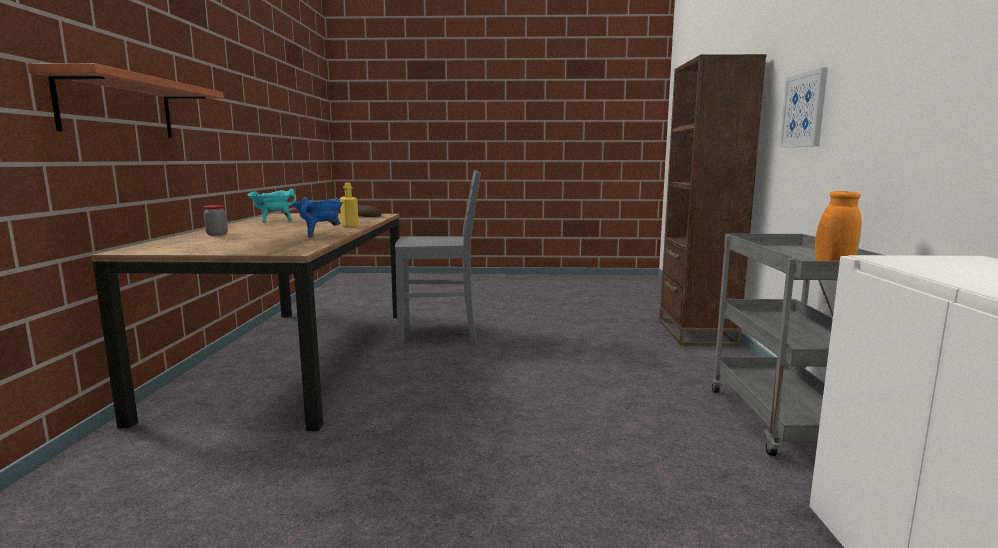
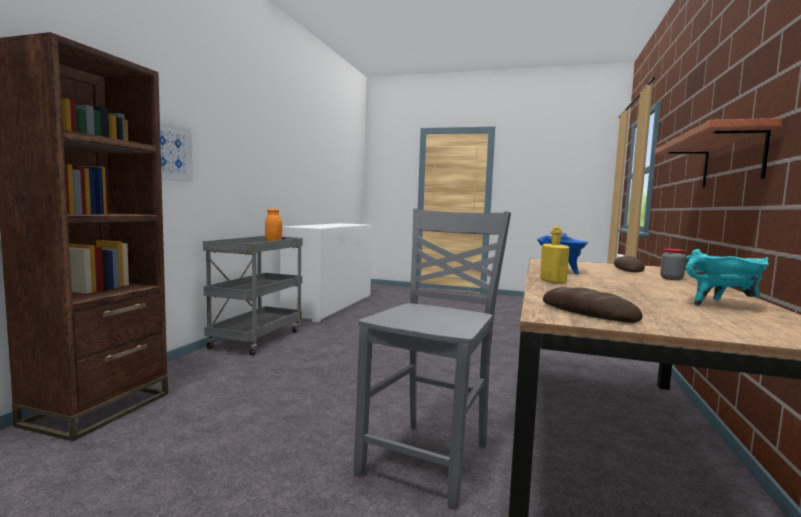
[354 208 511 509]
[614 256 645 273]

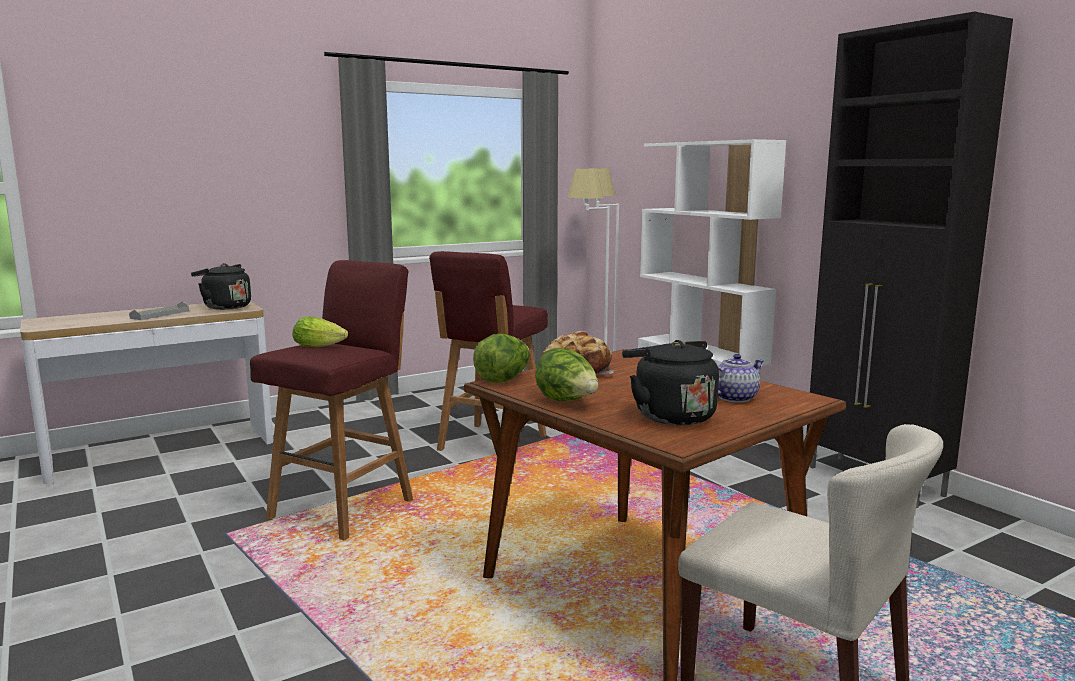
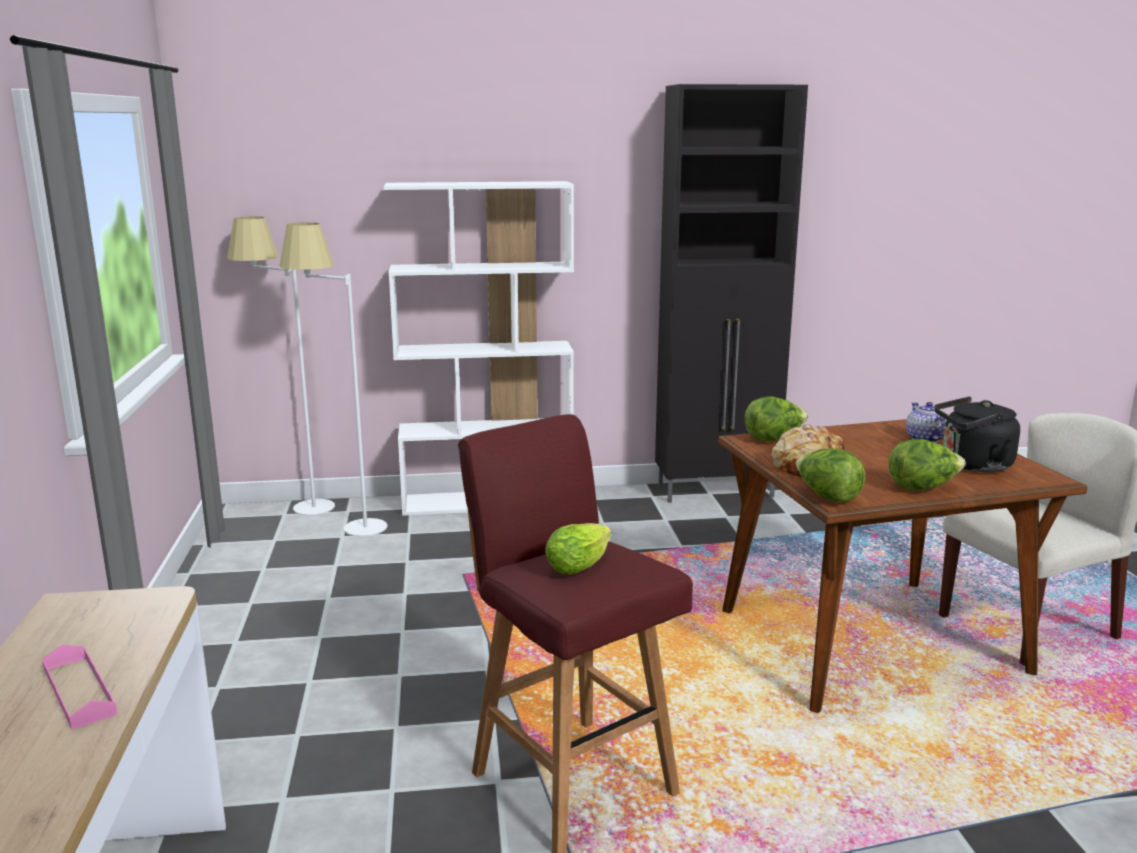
[42 645 118 730]
[745 396 808 442]
[191 263 251 310] (first image)
[429 251 548 451] (first image)

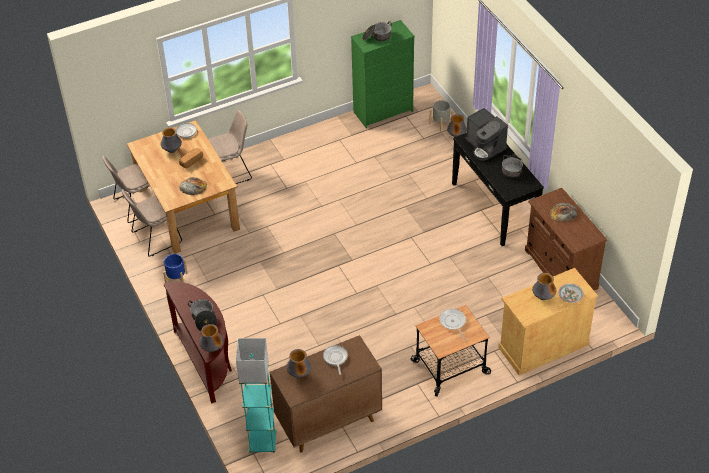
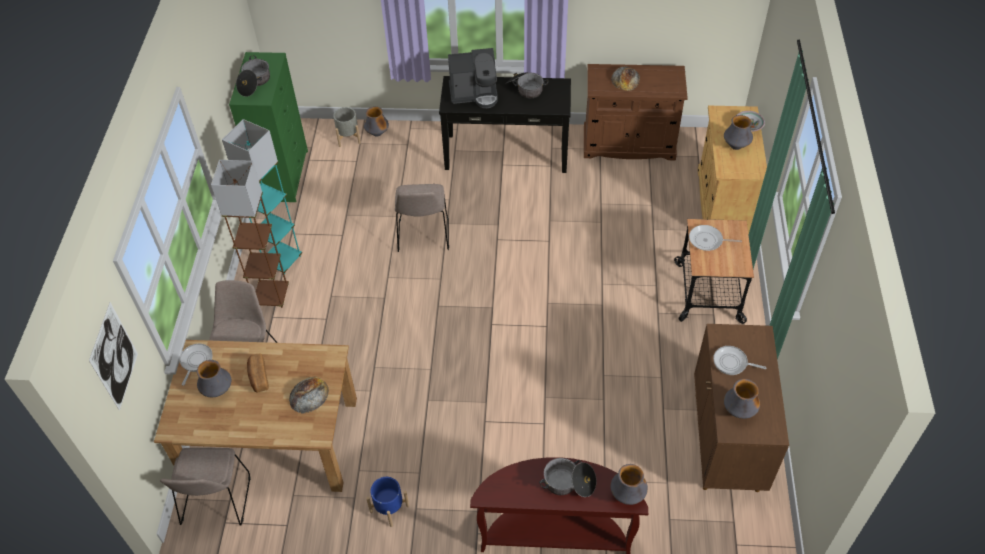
[89 302 138 411]
[211 160 289 308]
[222 119 302 274]
[395 184 449 252]

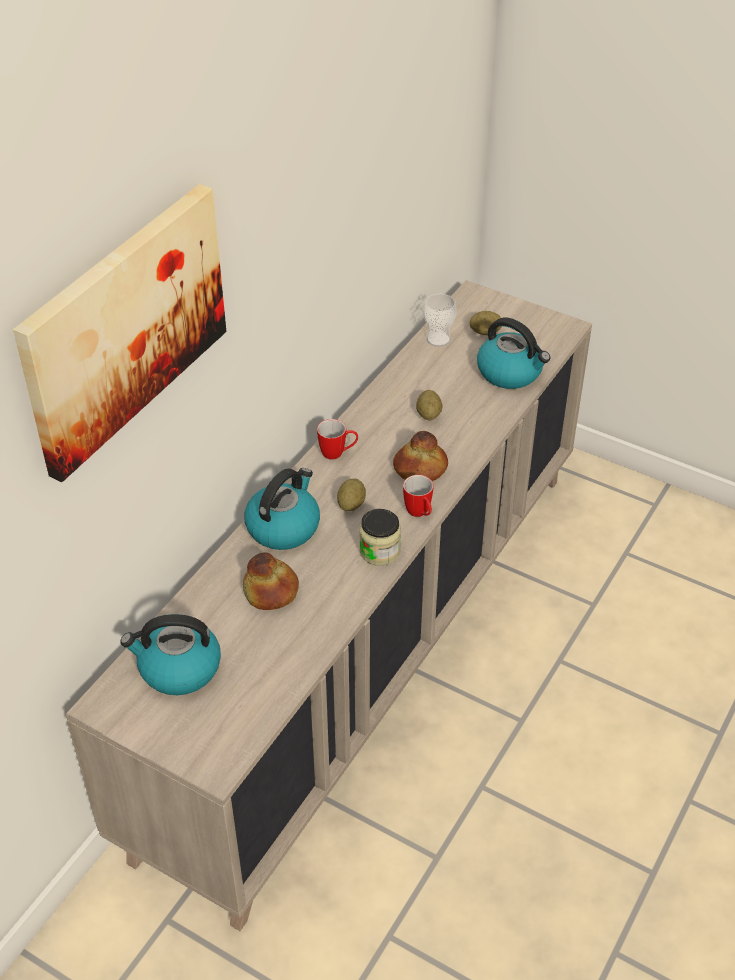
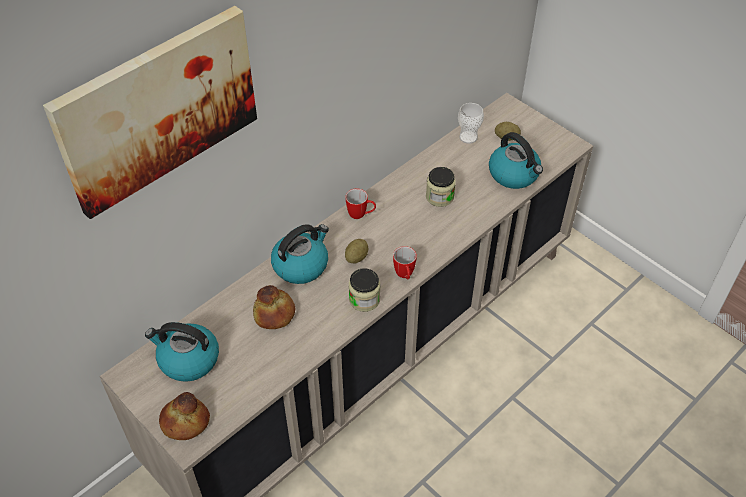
[159 392 210 440]
[426 167 456 207]

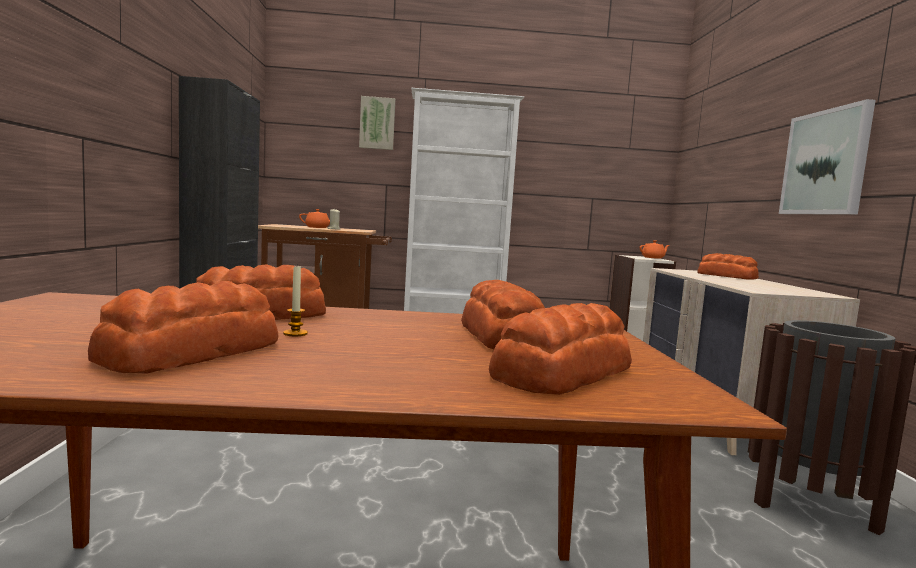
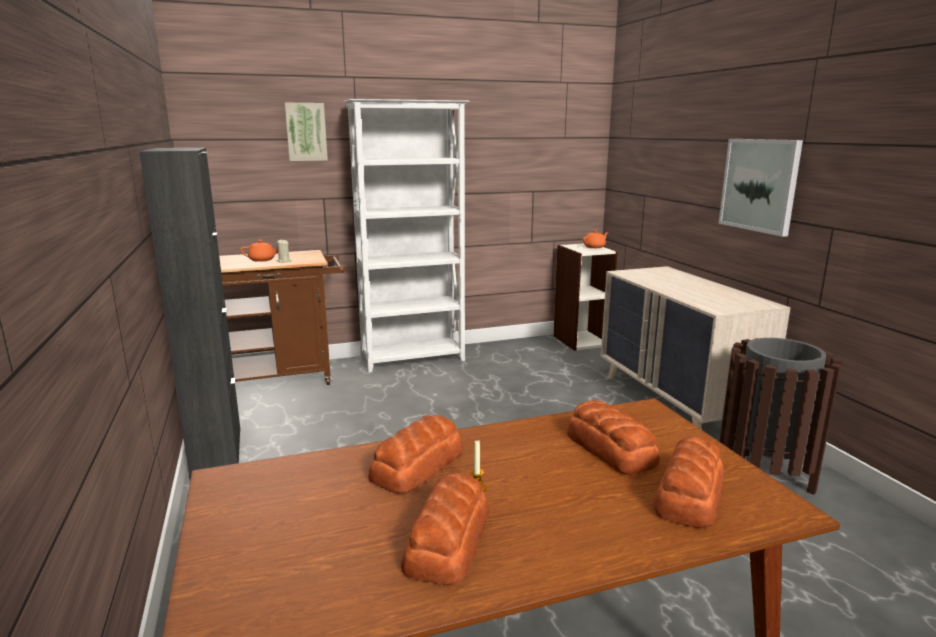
[697 253 759 280] (first image)

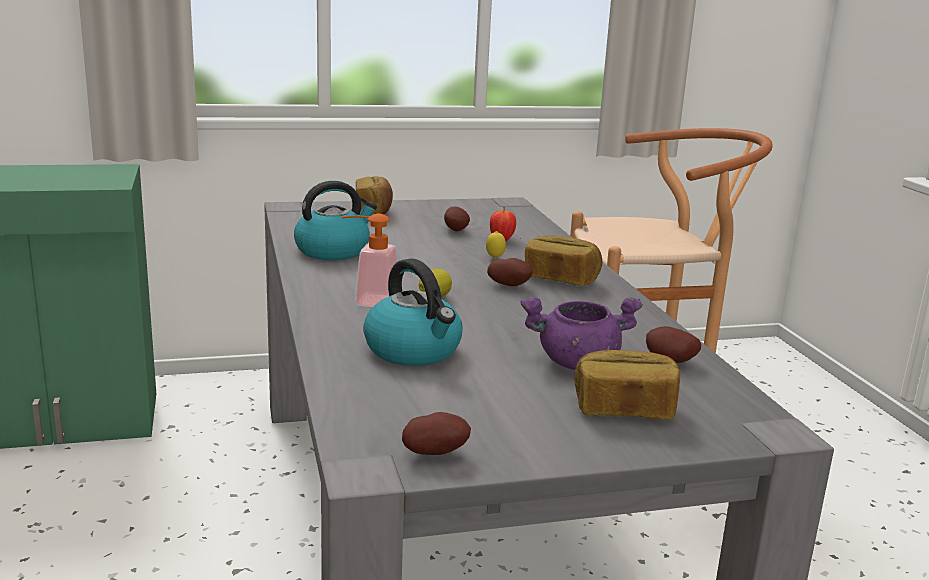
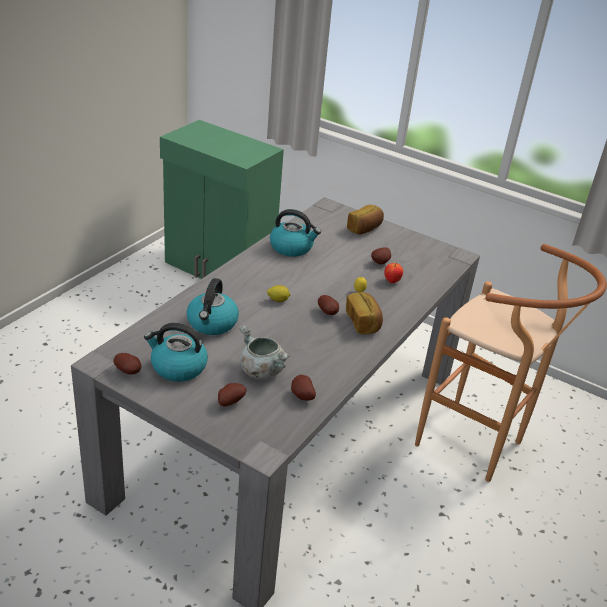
[144 323 208 382]
[218 383 246 406]
[240 326 290 379]
[342 213 398 307] (first image)

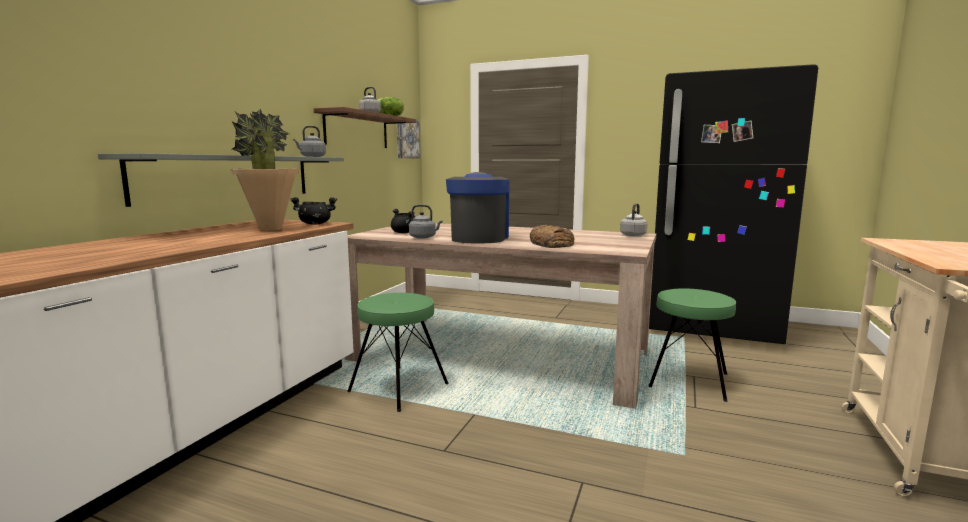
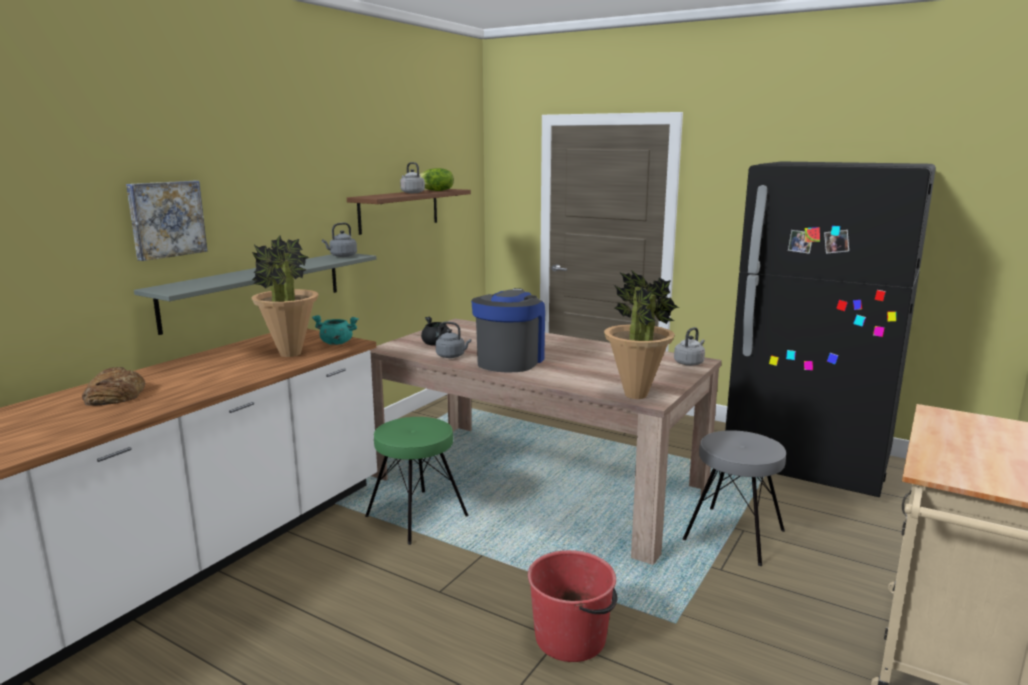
[82 367 145 406]
[126 181 208 261]
[312 315 358 345]
[528 550 617 662]
[604 270 680 399]
[683 430 786 566]

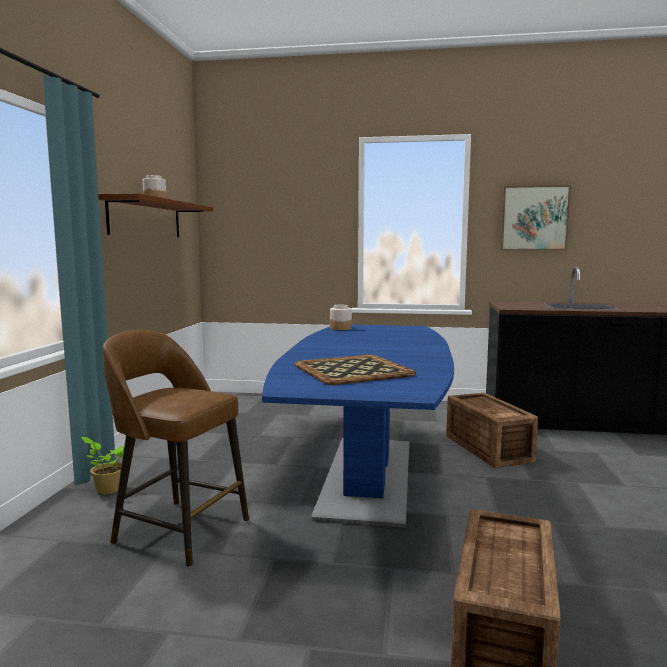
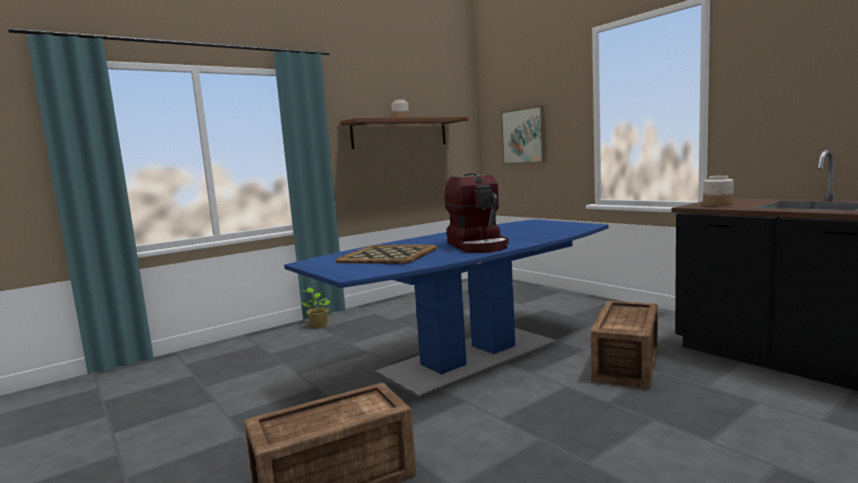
[444 174 509 253]
[501 105 546 164]
[703 175 734 206]
[102 330 249 567] (first image)

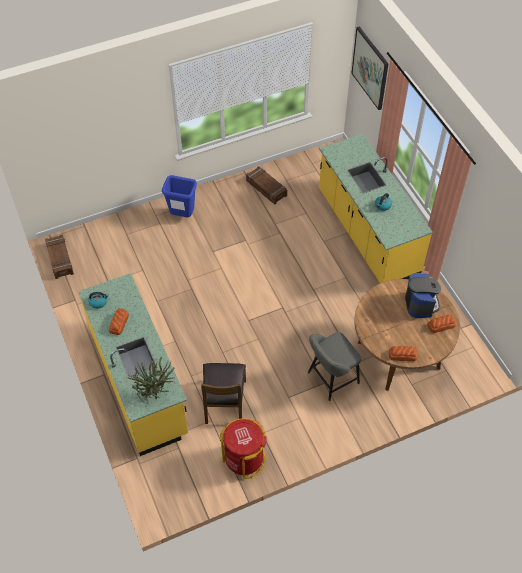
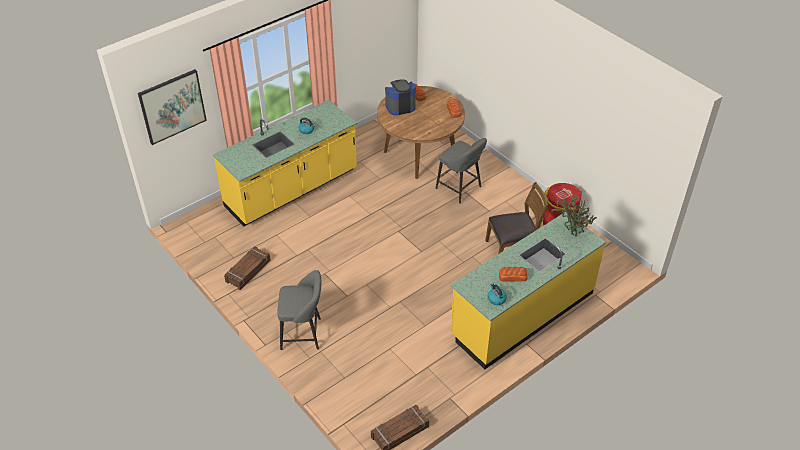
[277 270 321 350]

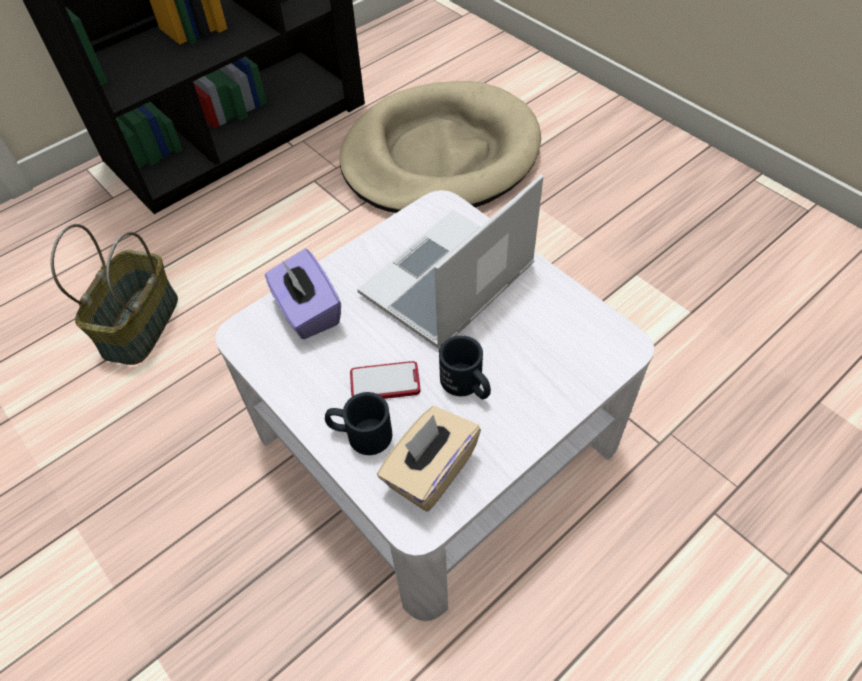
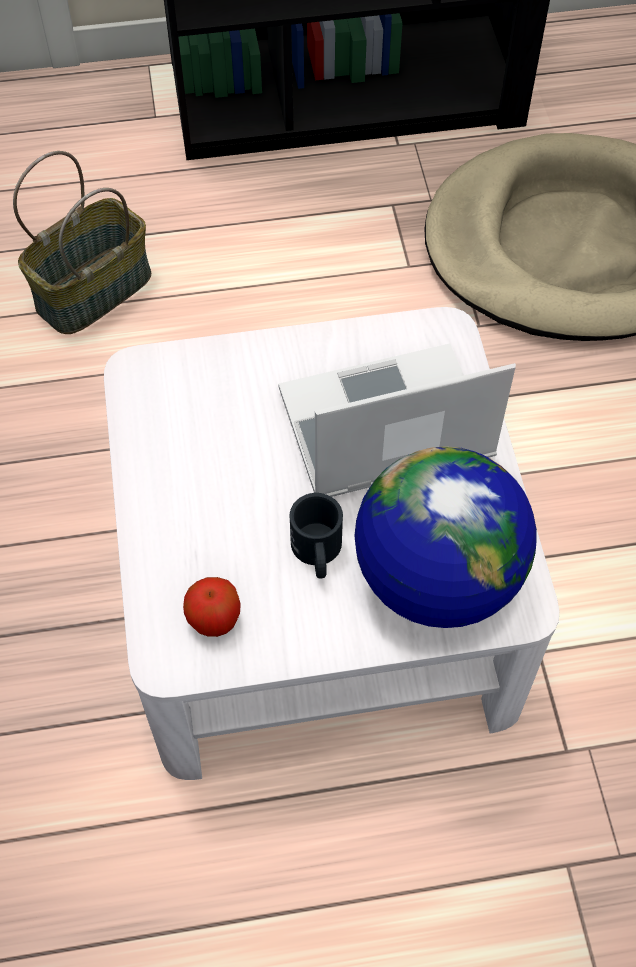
[183 577 241 637]
[354 446 537 628]
[265 249 341 339] (first image)
[325 392 392 455] (first image)
[350 361 420 399] (first image)

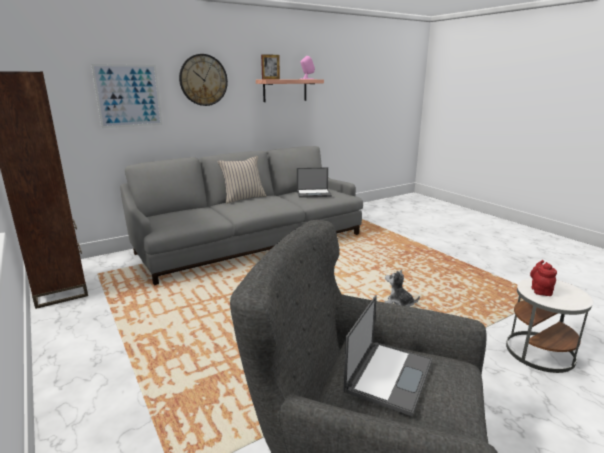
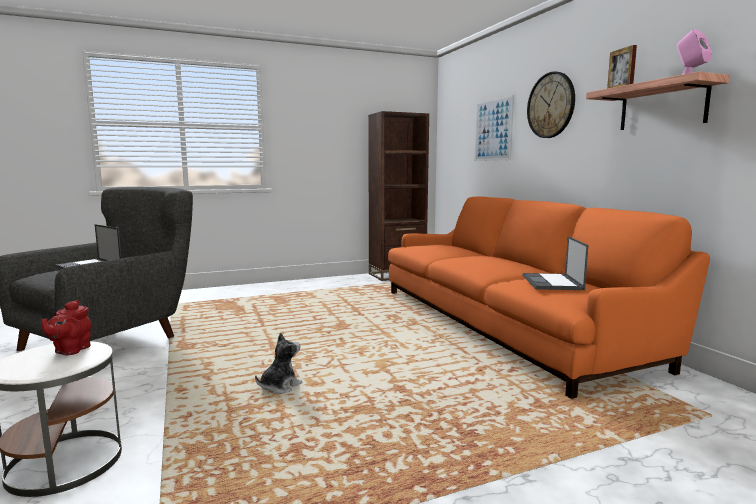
[41 300 91 356]
[388 196 710 399]
[217 156 266 204] (first image)

